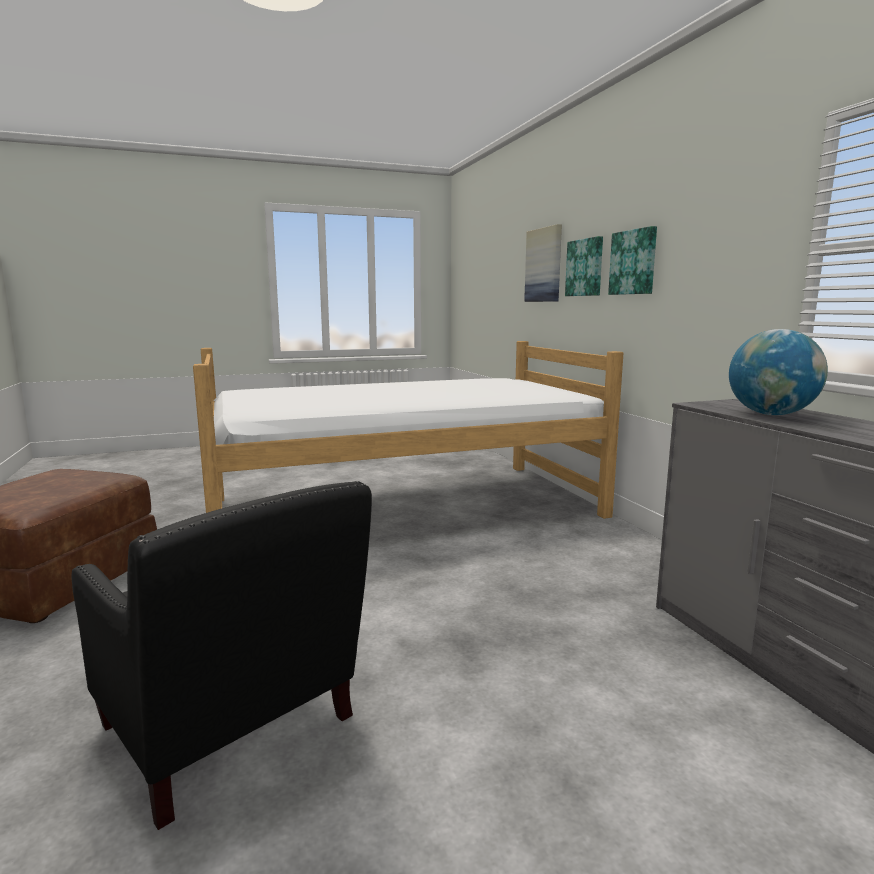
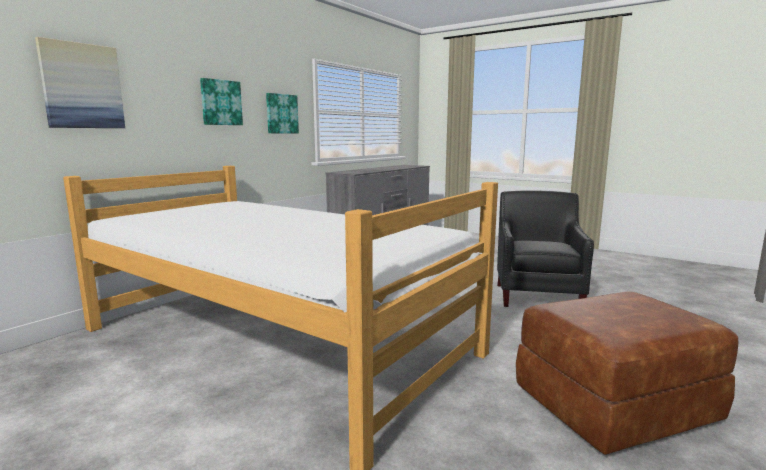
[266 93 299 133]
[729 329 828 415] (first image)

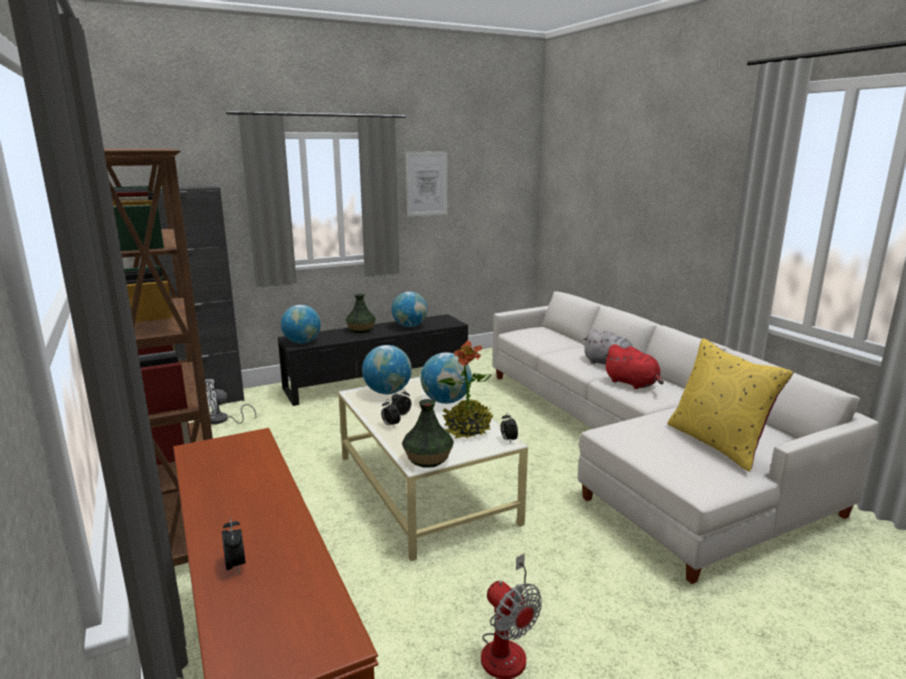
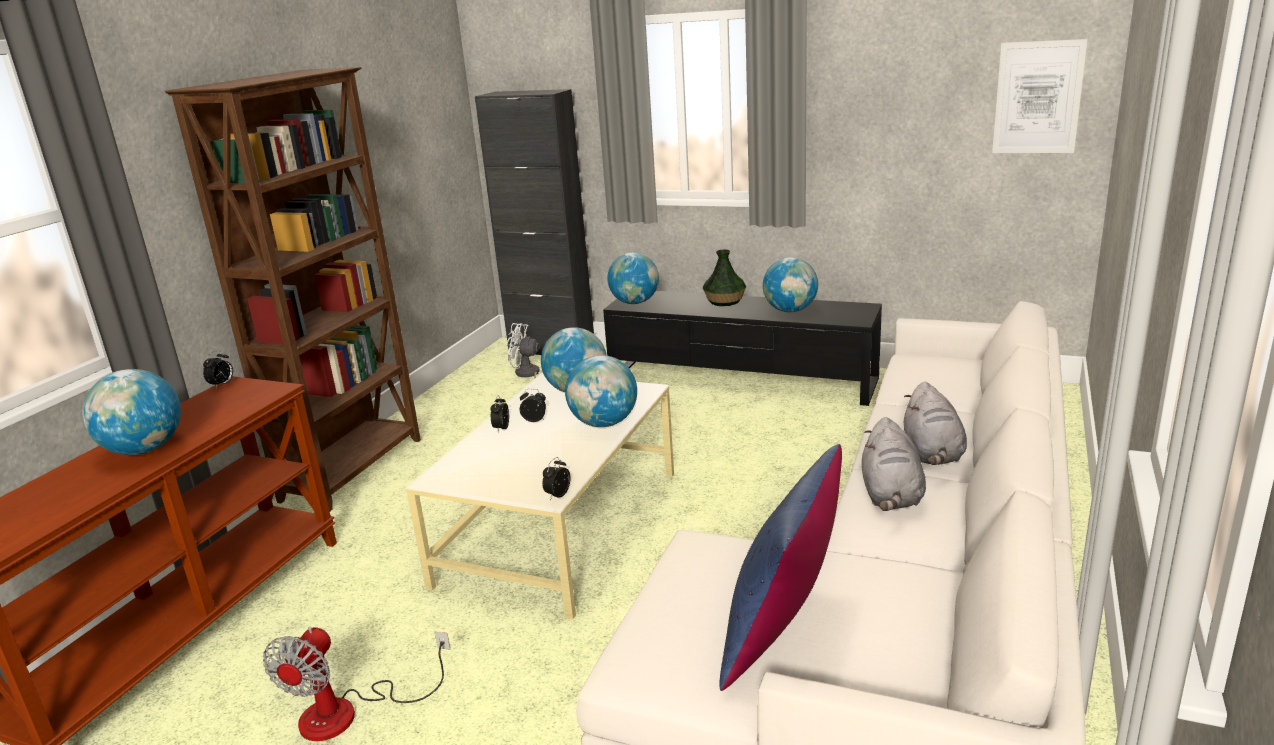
[82 369 181 455]
[203 350 233 388]
[719 444 842 691]
[862 417 926 511]
[992 39 1087 153]
[402 399 454 467] (first image)
[438 339 493 439] (first image)

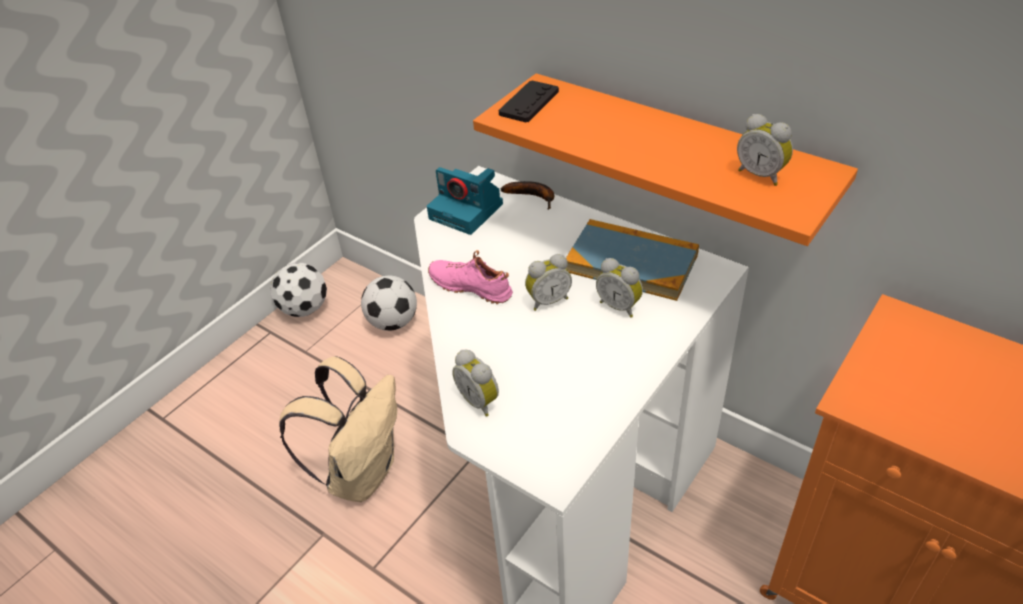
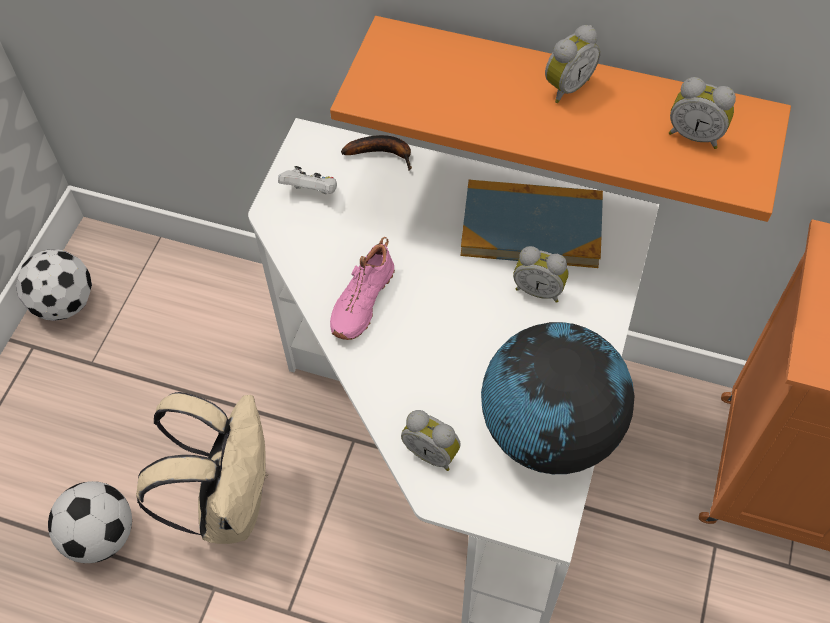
[48 481 132 563]
[278 166 337 194]
[330 237 395 340]
[481 322 635 474]
[545 25 600 103]
[499 80 559 122] (first image)

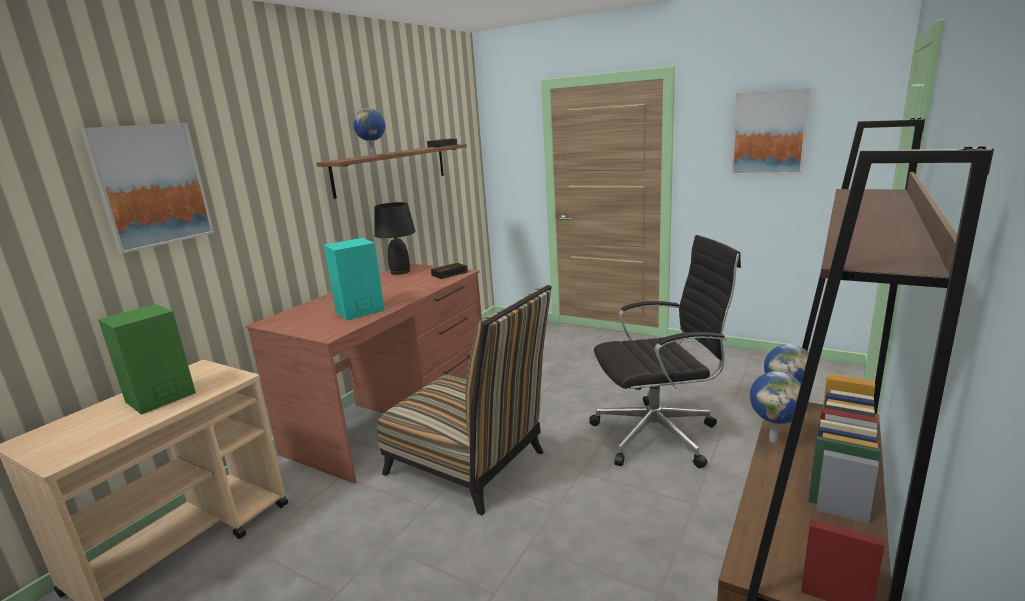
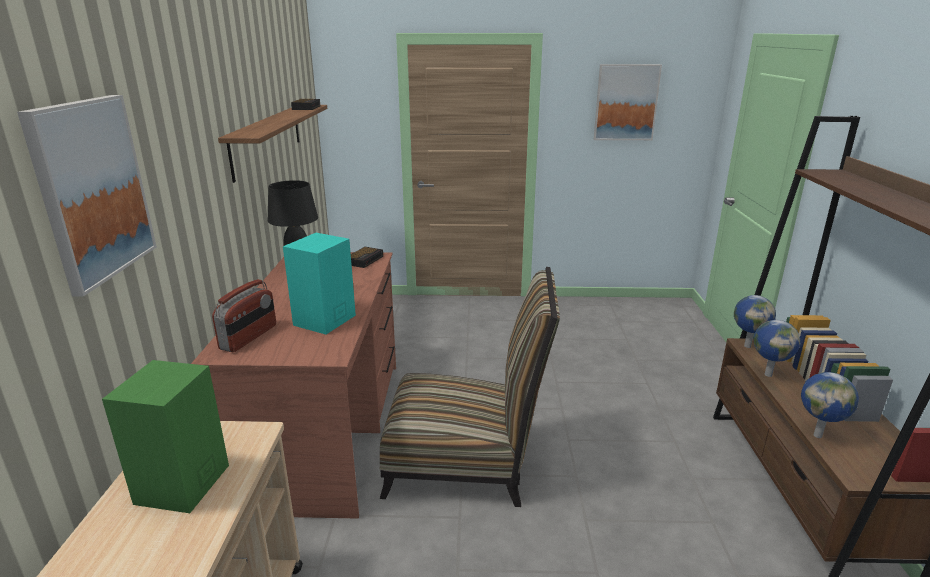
[212 279 276 352]
[801 372 859 438]
[589 235 741 468] (first image)

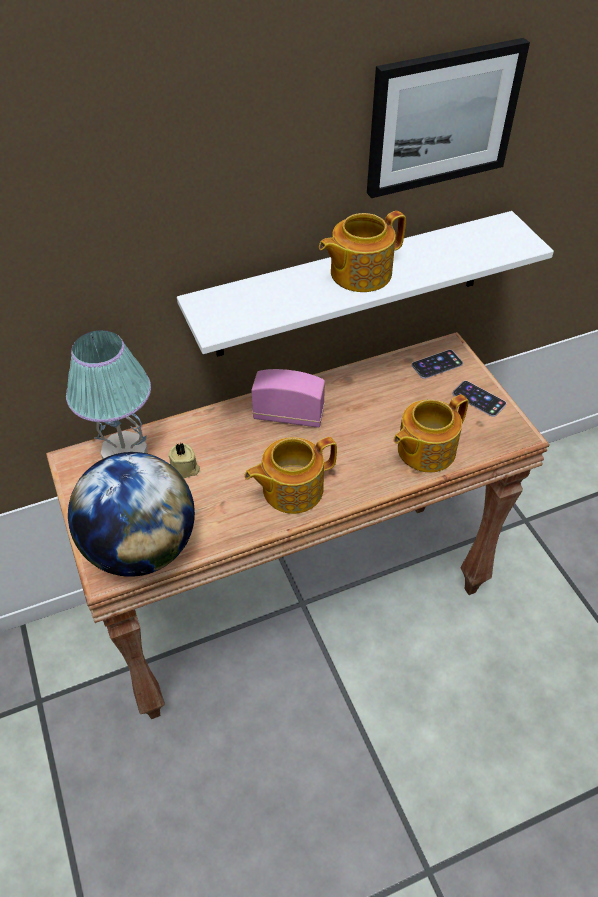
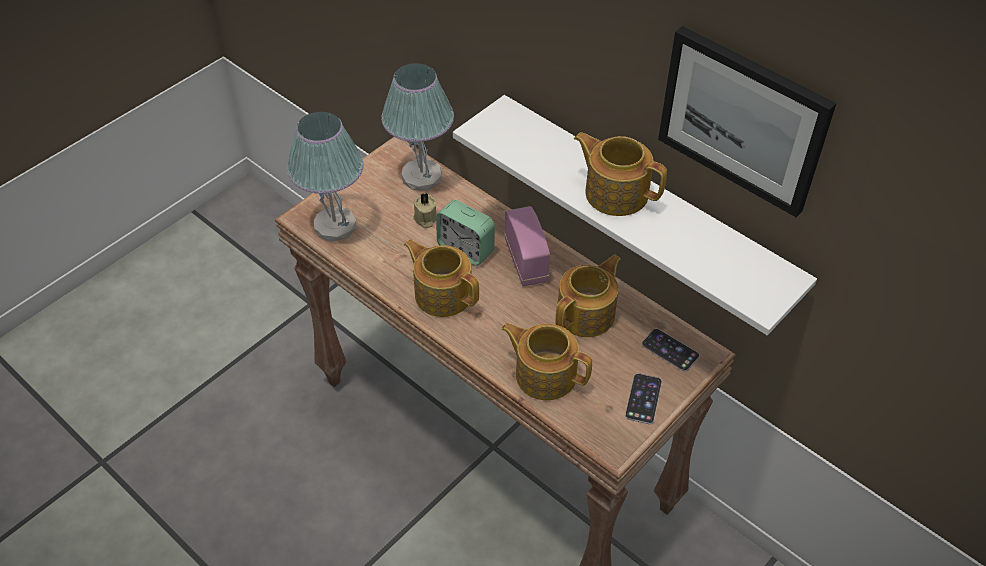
[287 112 364 242]
[436 200 495 266]
[555 254 621 337]

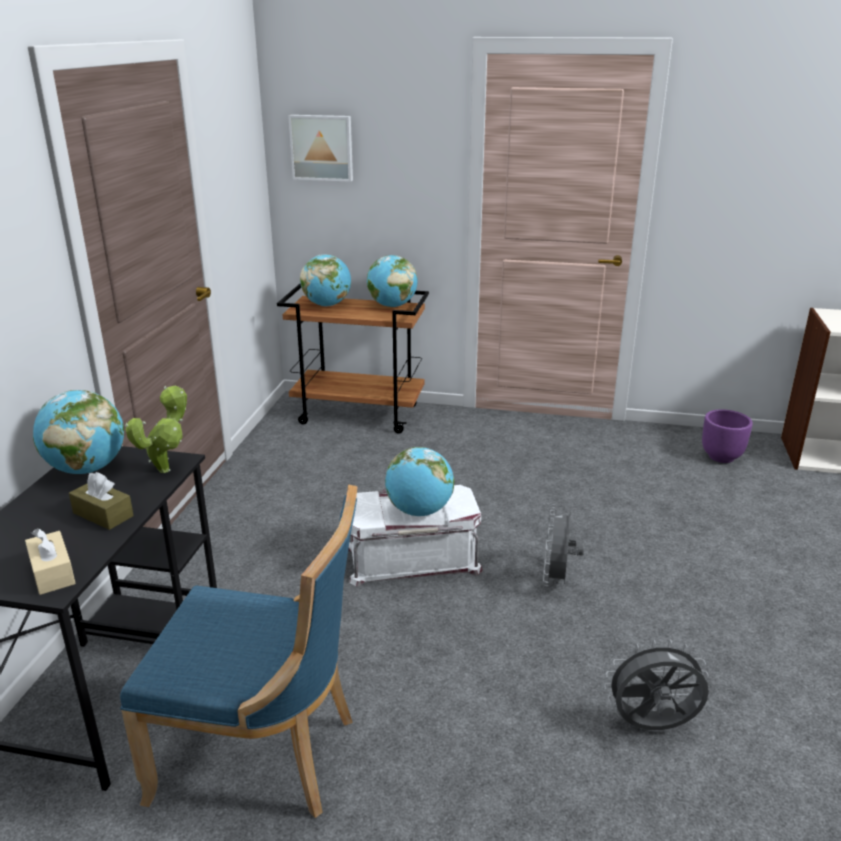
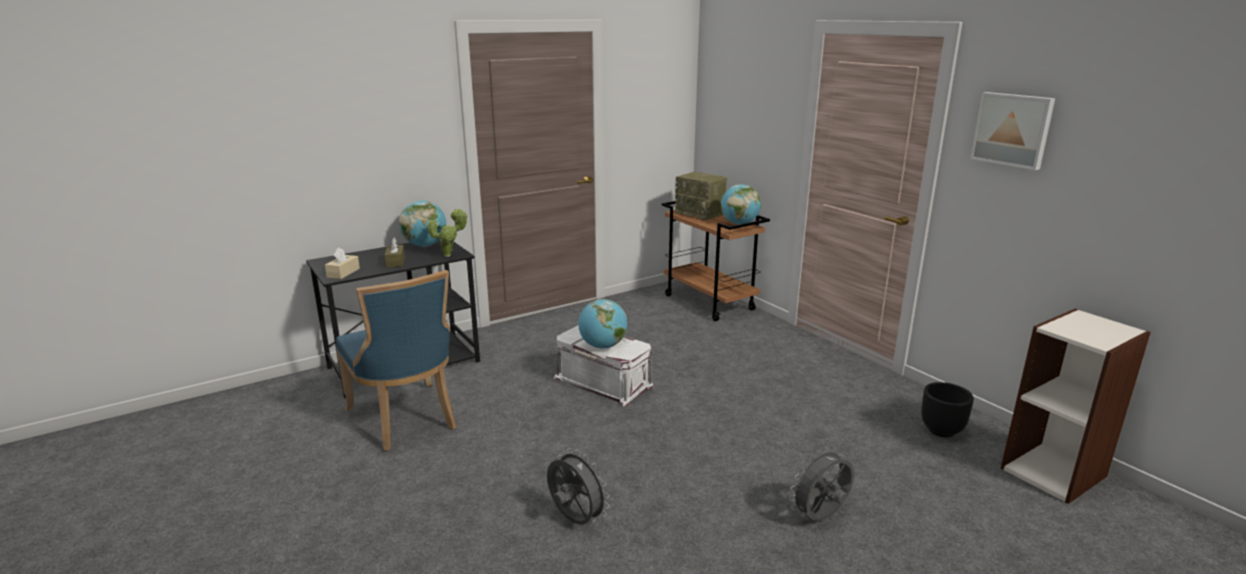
[675 172 727 220]
[789 446 854 521]
[921 382 974 437]
[970 92 1055 170]

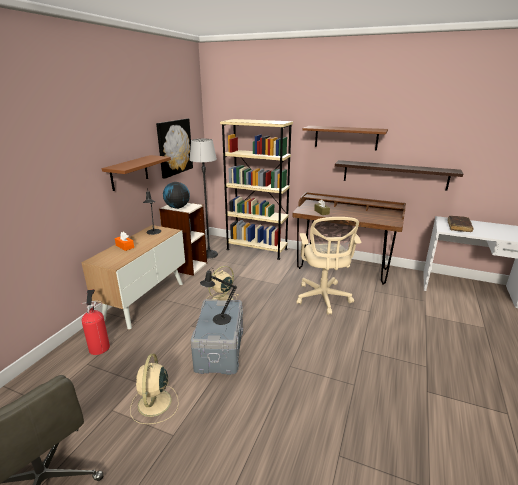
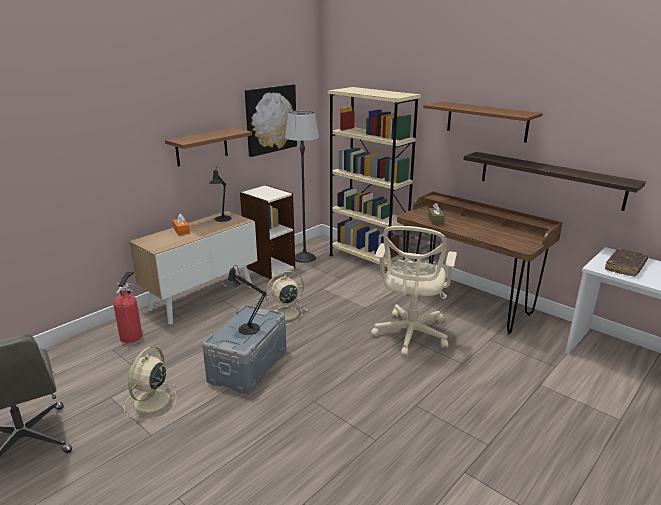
[163 182 190 209] (first image)

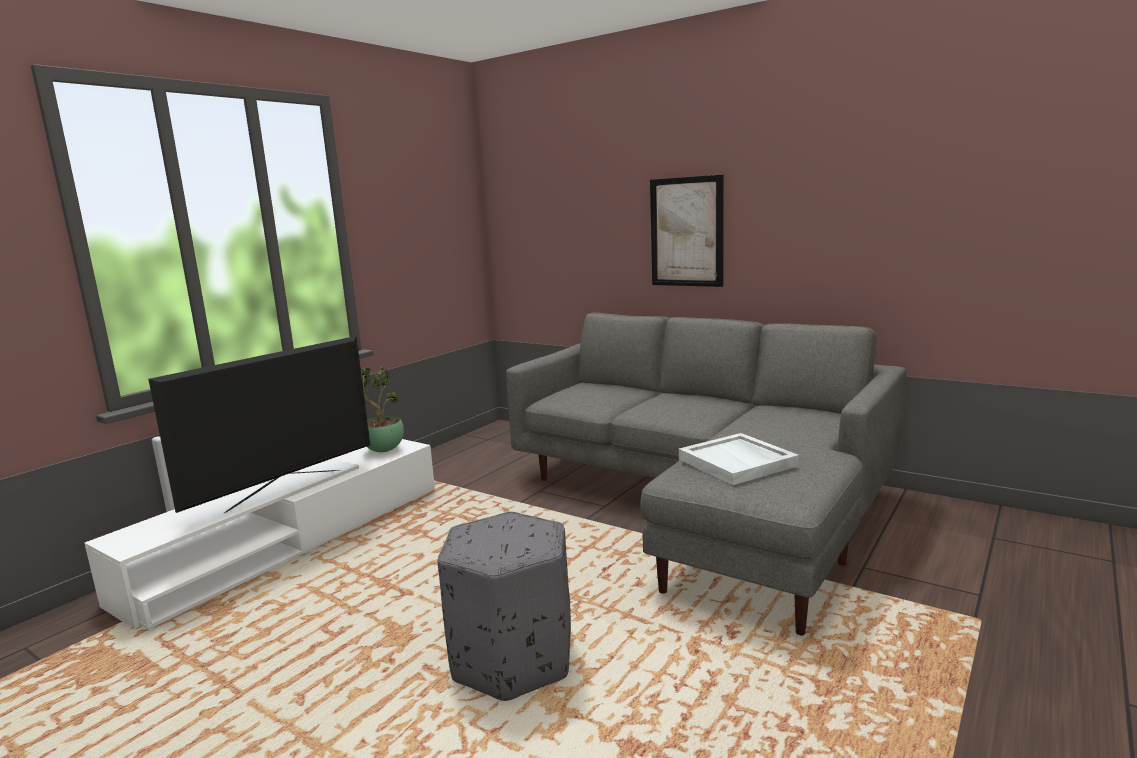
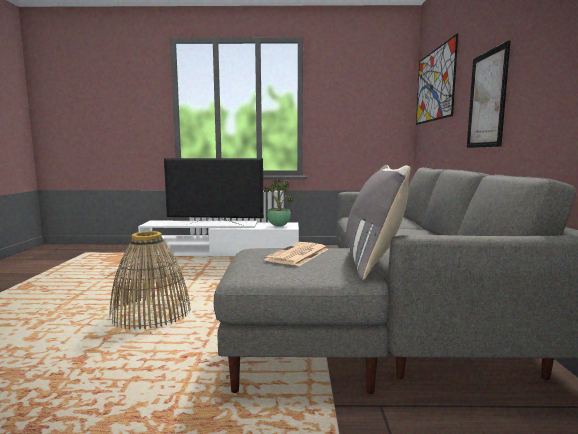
[109 231 191 330]
[264 242 328 266]
[346 165 411 280]
[416 33 458 125]

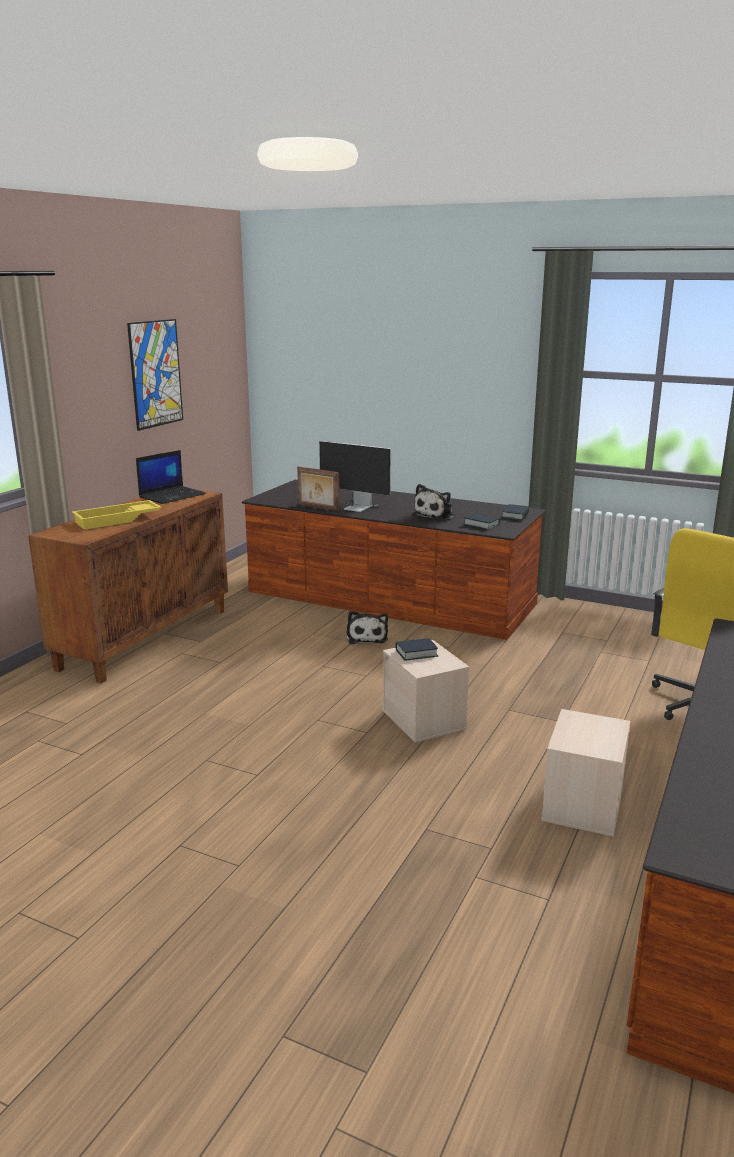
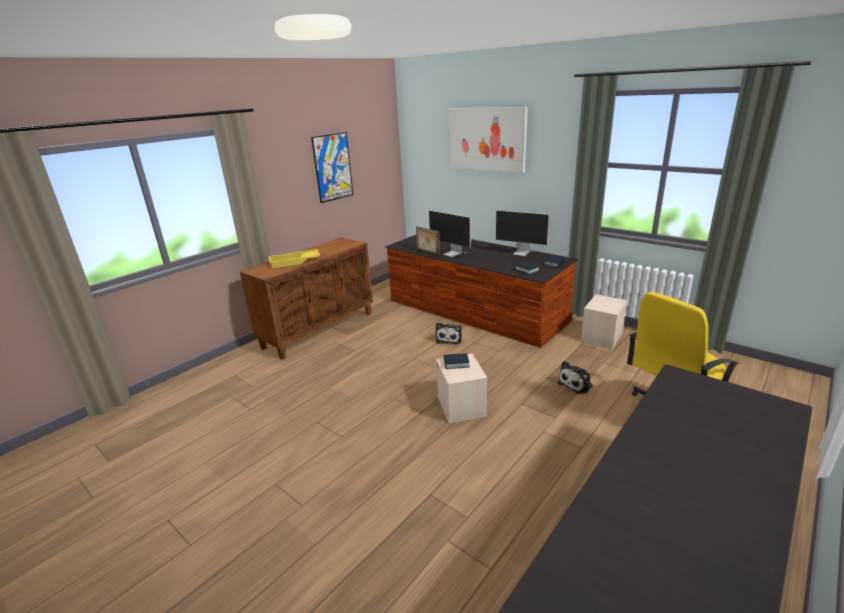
[448 107 528 173]
[492 210 549 256]
[557 361 593 394]
[581 295 627 349]
[136 450 206 504] (first image)

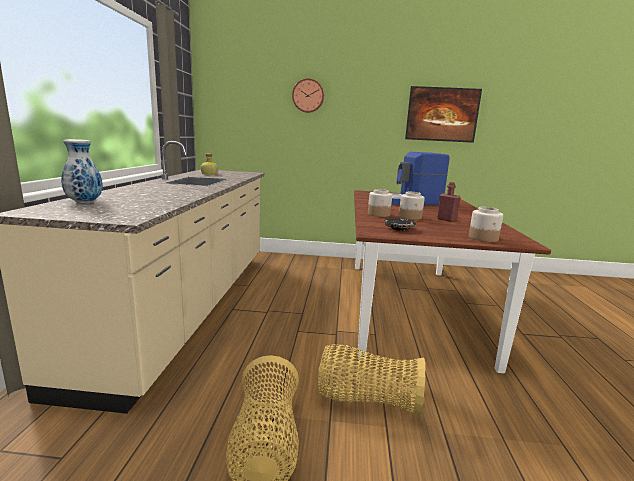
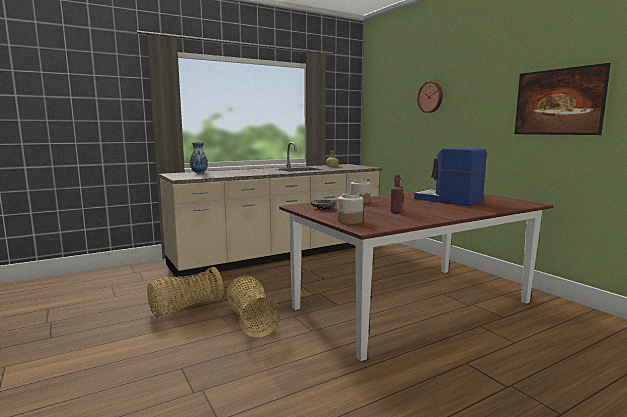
[399 192 425 220] (first image)

